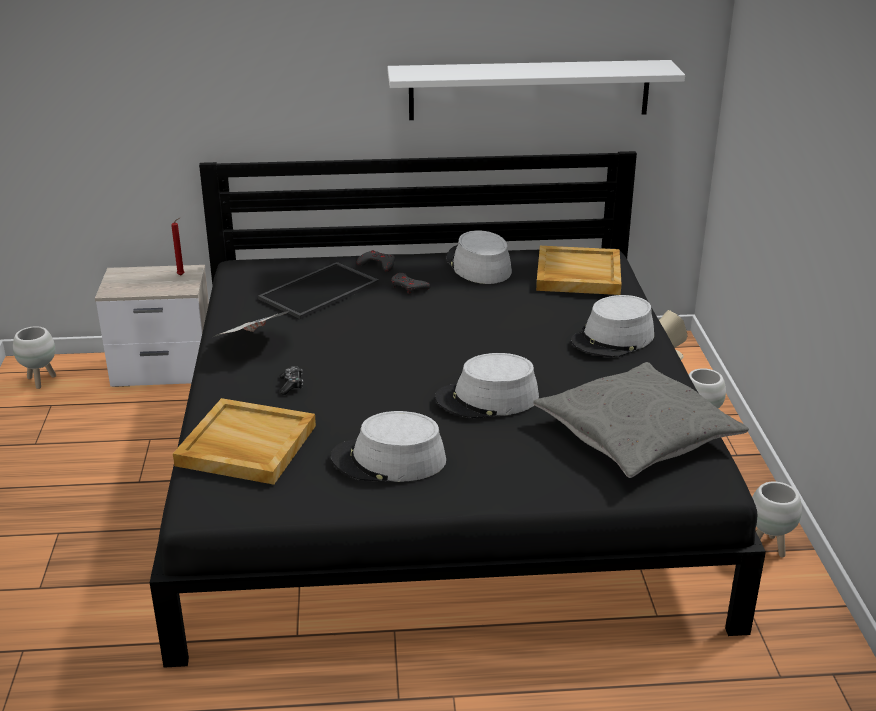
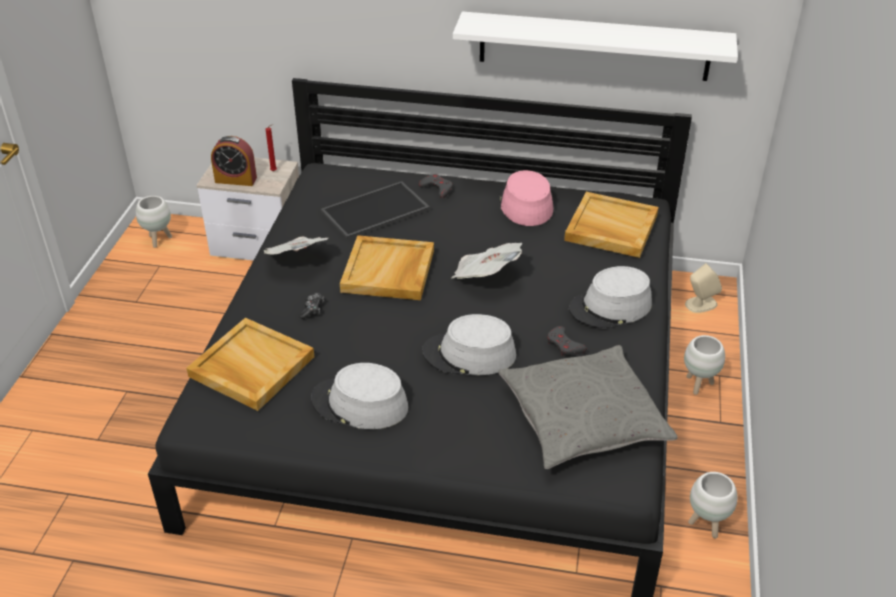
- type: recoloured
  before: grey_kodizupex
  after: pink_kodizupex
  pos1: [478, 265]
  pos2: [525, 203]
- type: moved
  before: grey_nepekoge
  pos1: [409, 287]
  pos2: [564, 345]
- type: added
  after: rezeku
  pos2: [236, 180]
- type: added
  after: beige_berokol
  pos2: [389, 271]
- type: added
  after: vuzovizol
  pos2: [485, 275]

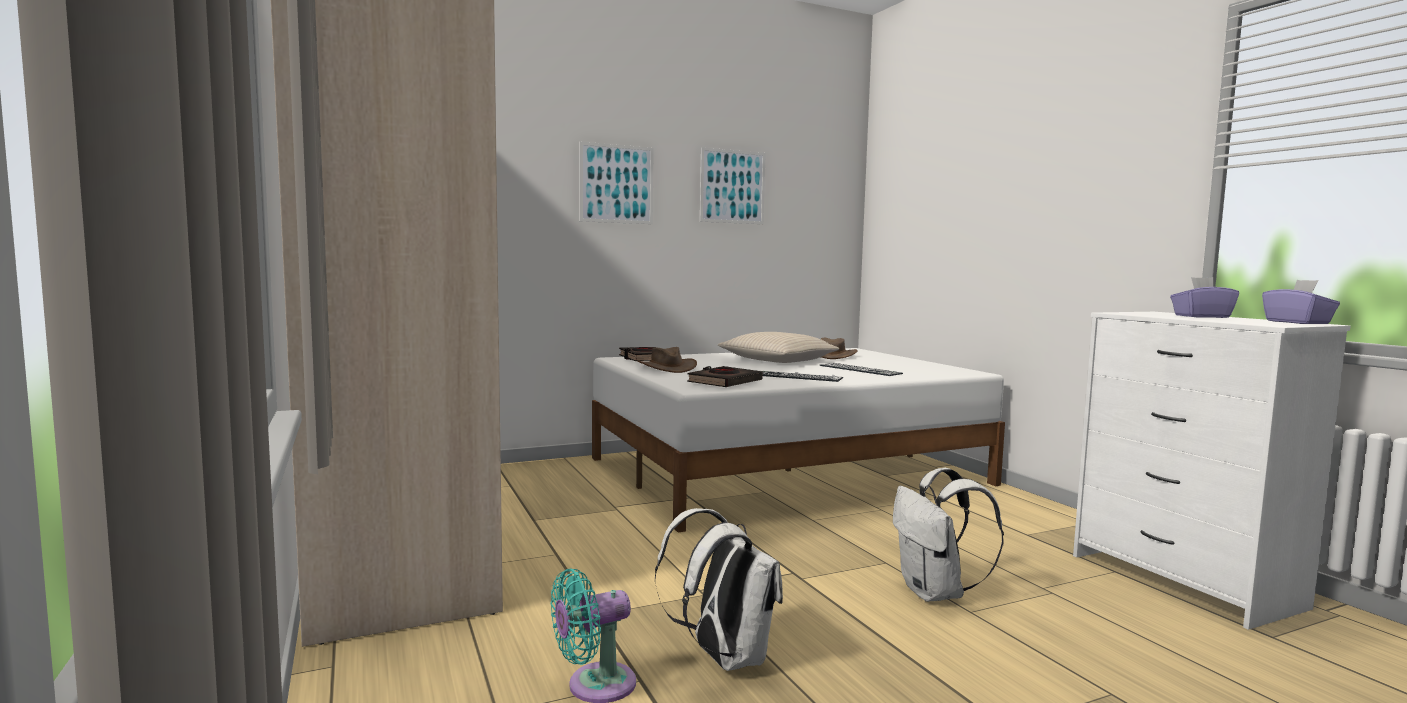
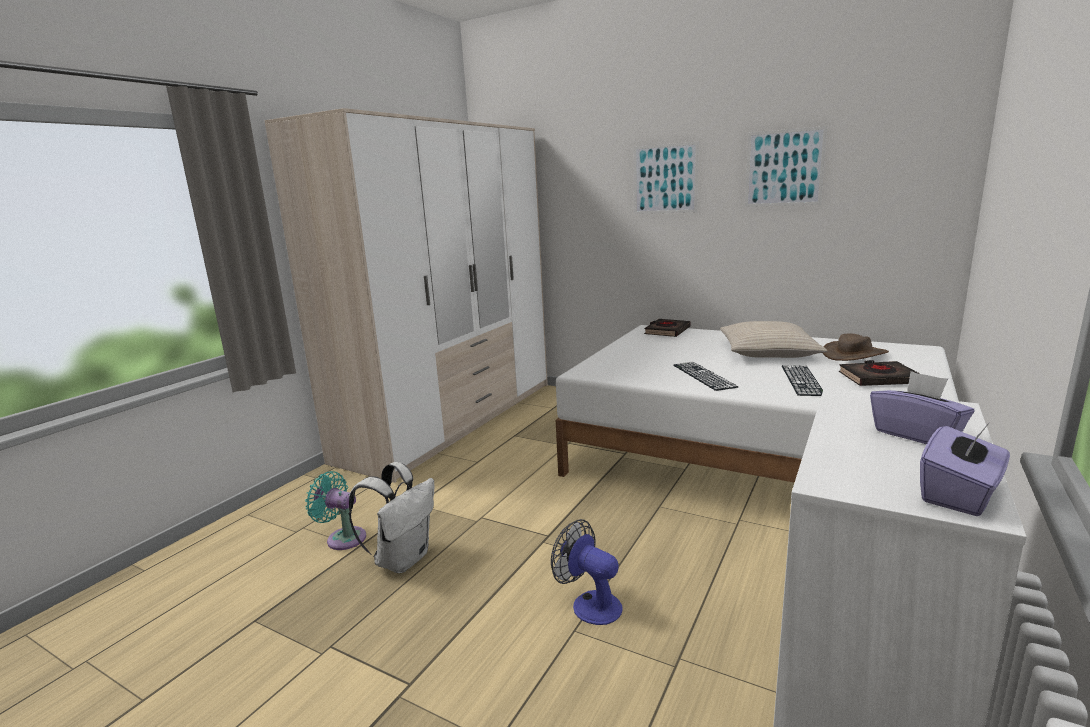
- type: removed
  before: brown_kodizupex
  pos1: [666, 368]
- type: moved
  before: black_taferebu
  pos1: [724, 382]
  pos2: [878, 378]
- type: replaced
  before: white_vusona
  after: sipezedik
  pos1: [935, 593]
  pos2: [589, 604]

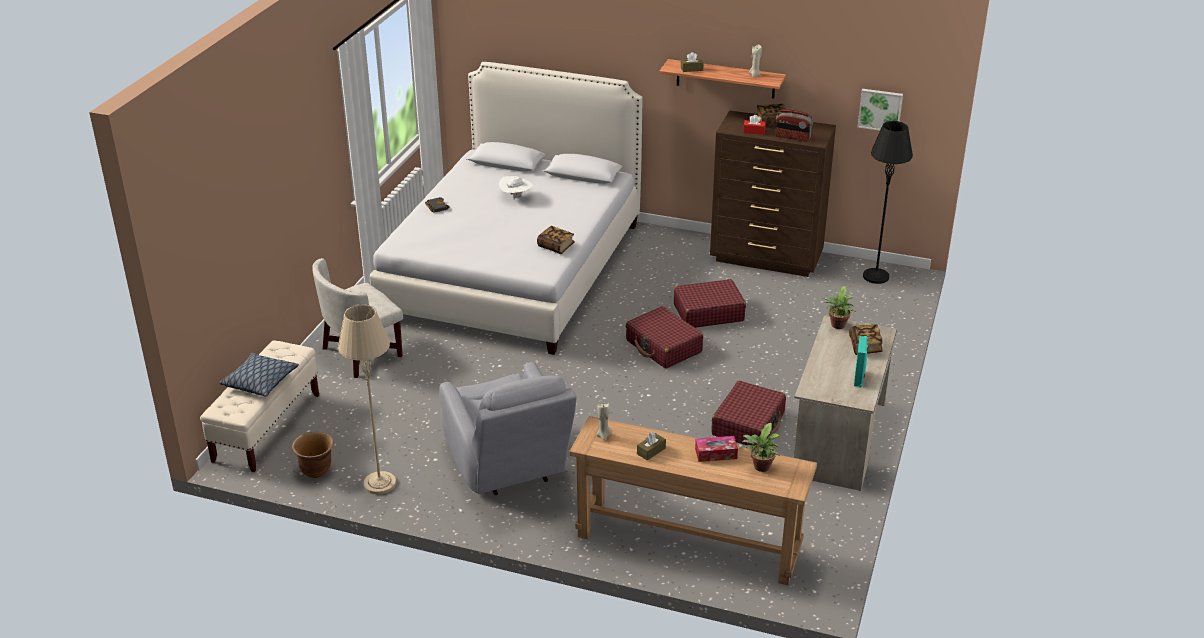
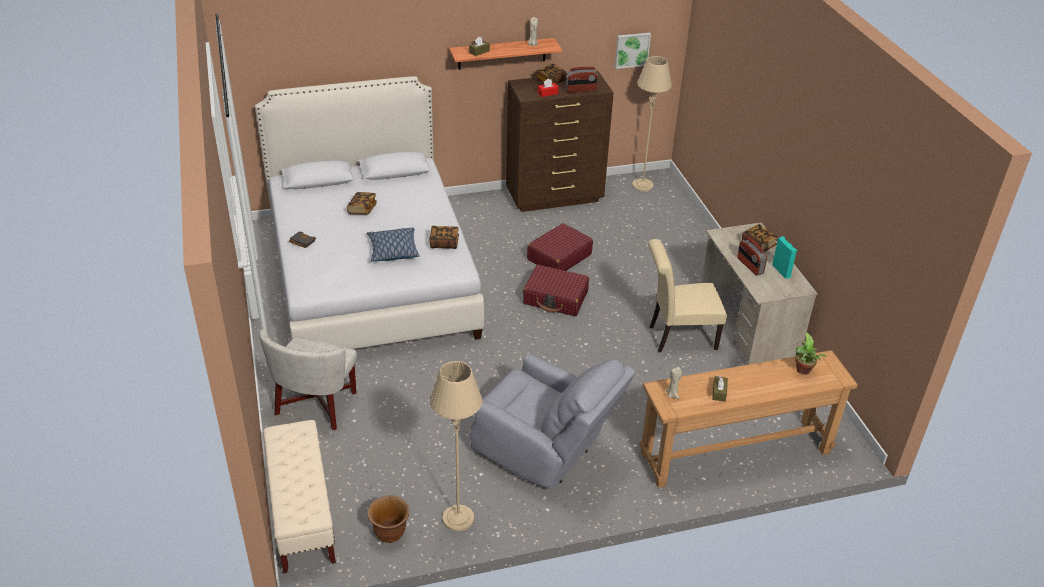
- type: recoloured
  before: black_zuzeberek
  after: beige_zuzeberek
  pos1: [876, 276]
  pos2: [642, 185]
- type: replaced
  before: white_kodizupex
  after: taferebu
  pos1: [516, 197]
  pos2: [362, 209]
- type: removed
  before: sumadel
  pos1: [837, 326]
- type: moved
  before: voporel
  pos1: [260, 381]
  pos2: [393, 250]
- type: replaced
  before: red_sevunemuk
  after: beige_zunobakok
  pos1: [748, 424]
  pos2: [678, 337]
- type: removed
  before: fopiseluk
  pos1: [716, 454]
- type: added
  after: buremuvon
  pos2: [749, 266]

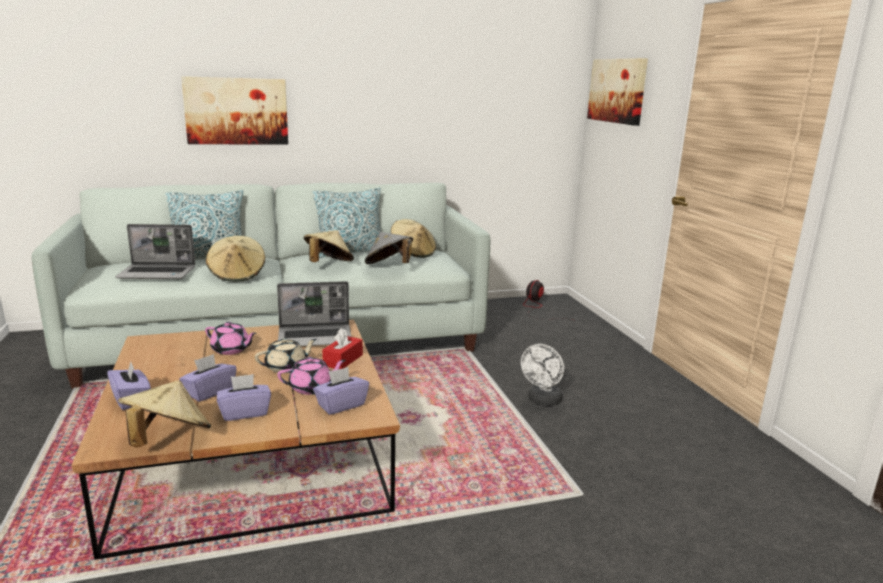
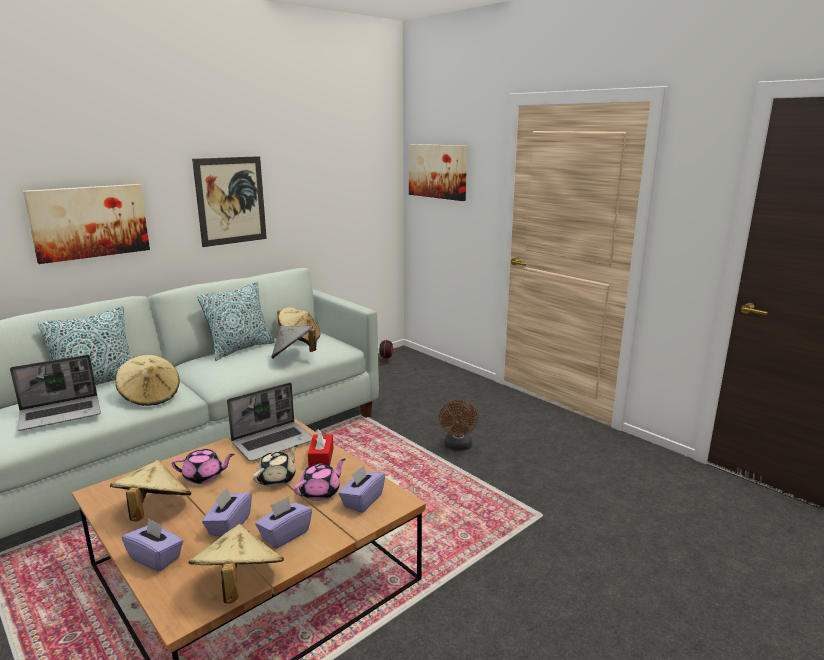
- type: moved
  before: beige_kodizupex
  pos1: [328, 264]
  pos2: [154, 510]
- type: recoloured
  before: white_sipezedik
  after: brown_sipezedik
  pos1: [542, 401]
  pos2: [458, 446]
- type: added
  after: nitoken
  pos2: [231, 201]

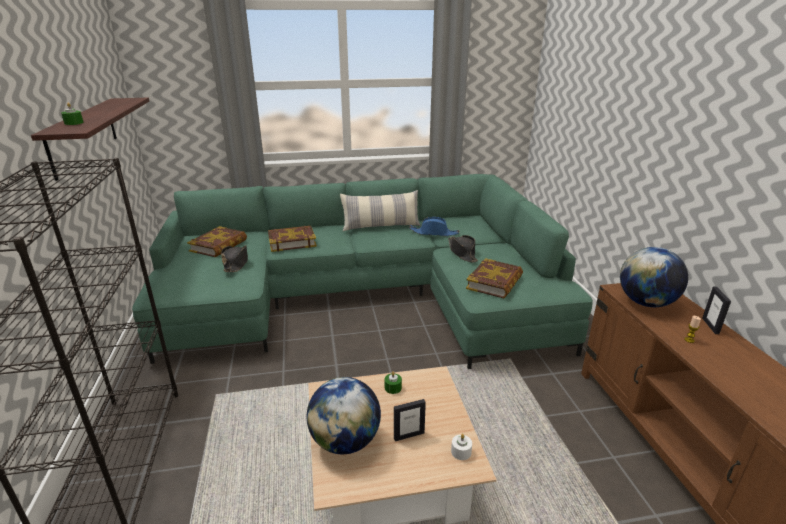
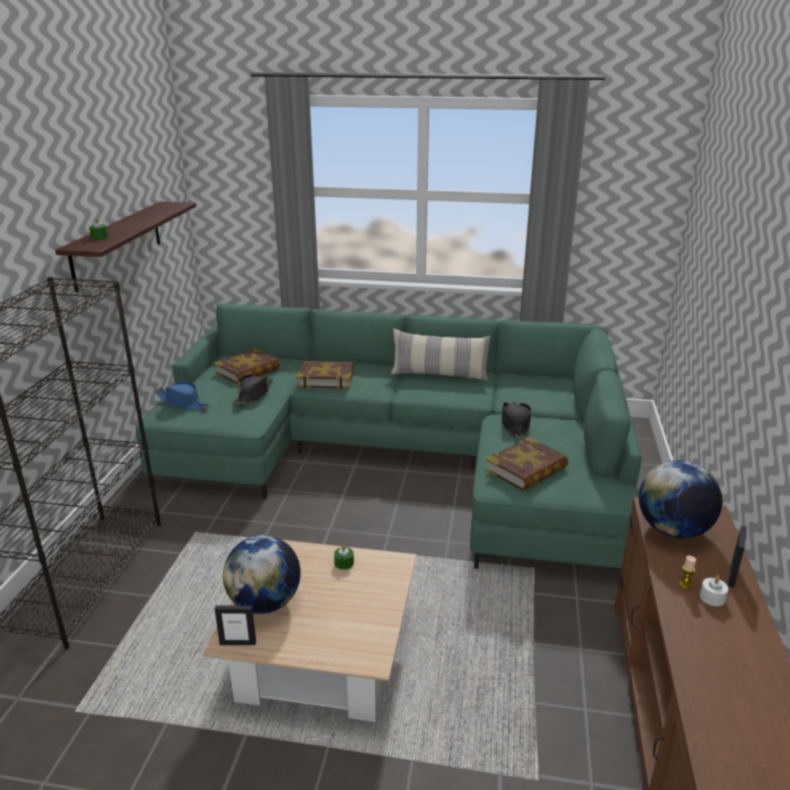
- type: moved
  before: blue_kodizupex
  pos1: [434, 233]
  pos2: [183, 403]
- type: moved
  before: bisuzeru
  pos1: [409, 435]
  pos2: [238, 643]
- type: moved
  before: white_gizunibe
  pos1: [461, 452]
  pos2: [712, 598]

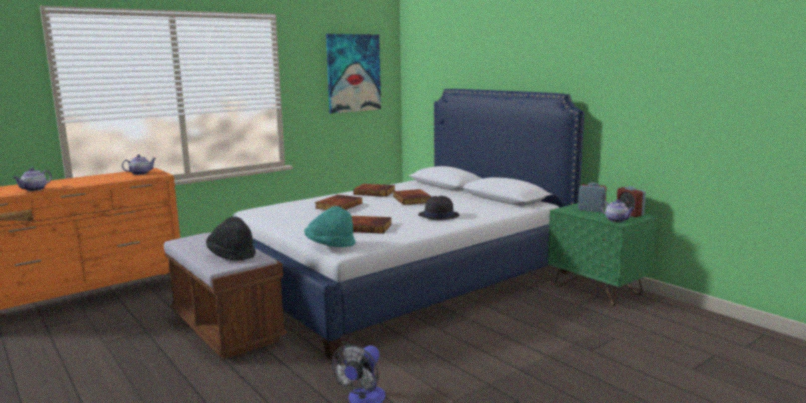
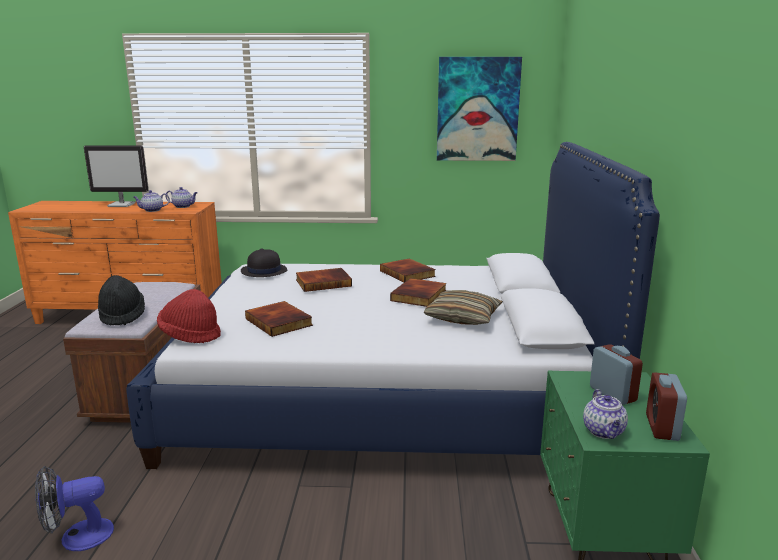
- type: moved
  before: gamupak
  pos1: [34, 189]
  pos2: [152, 210]
- type: moved
  before: black_kodizupex
  pos1: [438, 216]
  pos2: [263, 271]
- type: recoloured
  before: turquoise_kodizupex
  after: red_kodizupex
  pos1: [330, 246]
  pos2: [190, 335]
- type: added
  after: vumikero
  pos2: [122, 205]
- type: added
  after: voporel
  pos2: [463, 317]

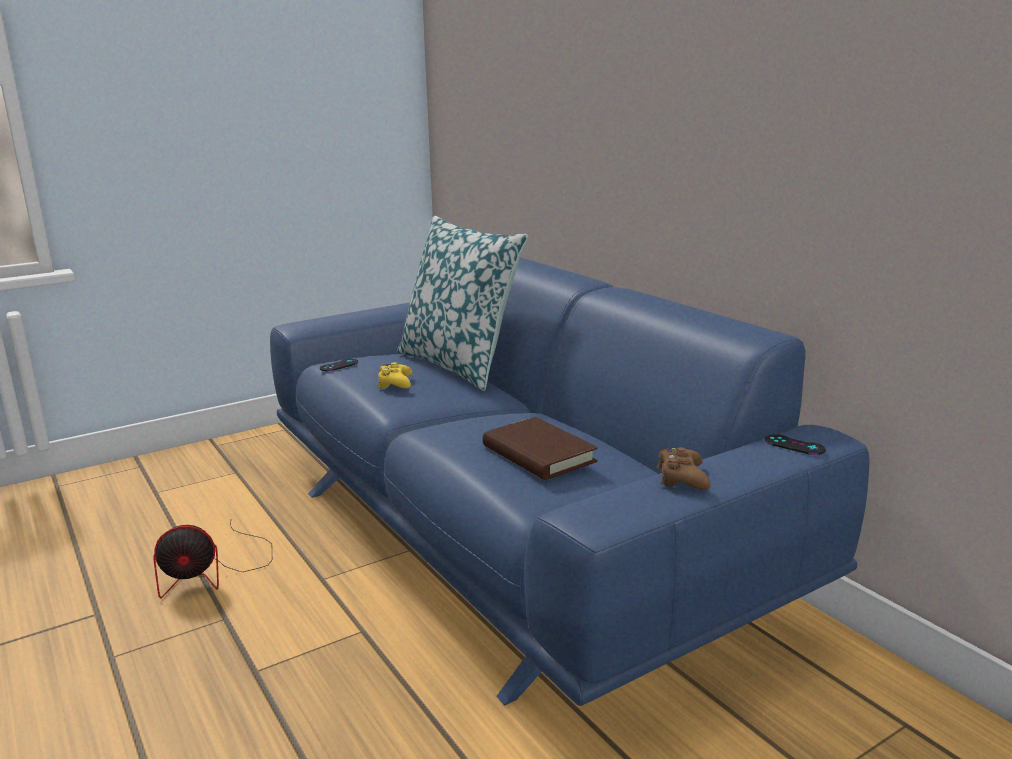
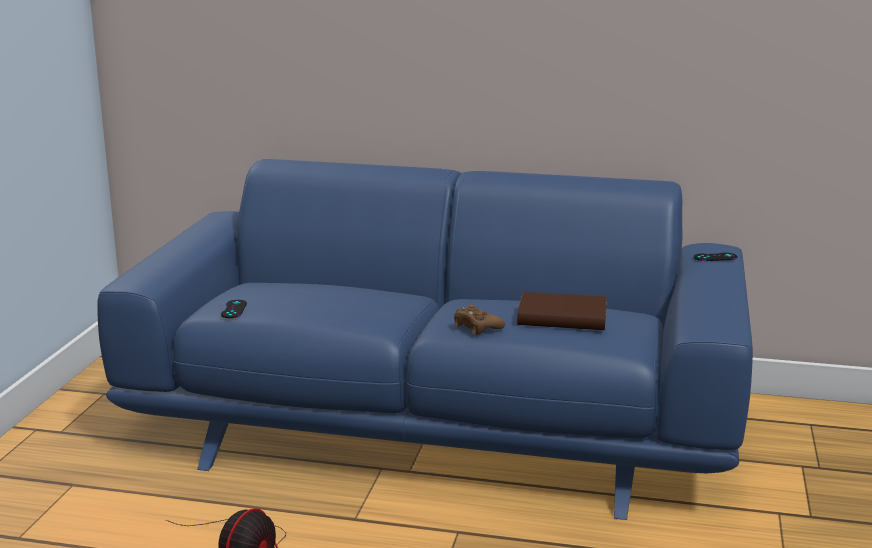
- type: removed
  before: voporel
  pos1: [460, 365]
- type: removed
  before: yellow_nepekoge
  pos1: [395, 383]
- type: moved
  before: brown_nepekoge
  pos1: [682, 478]
  pos2: [476, 327]

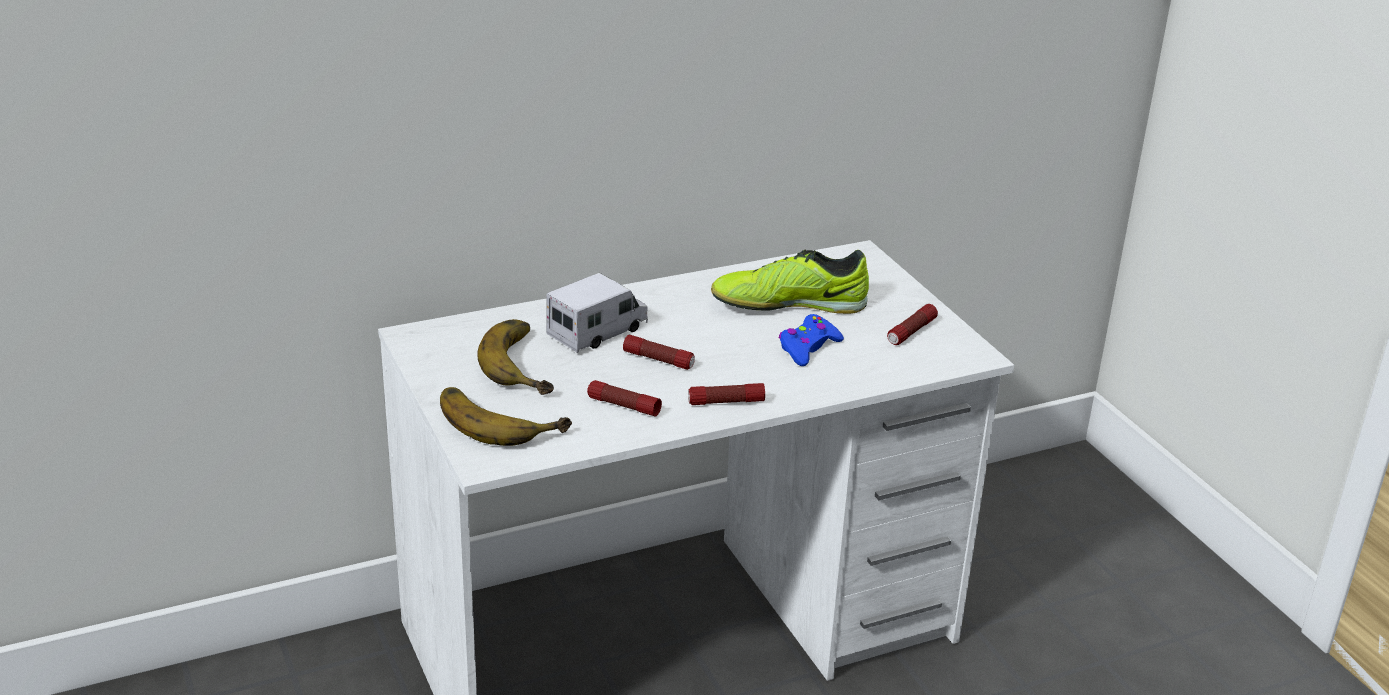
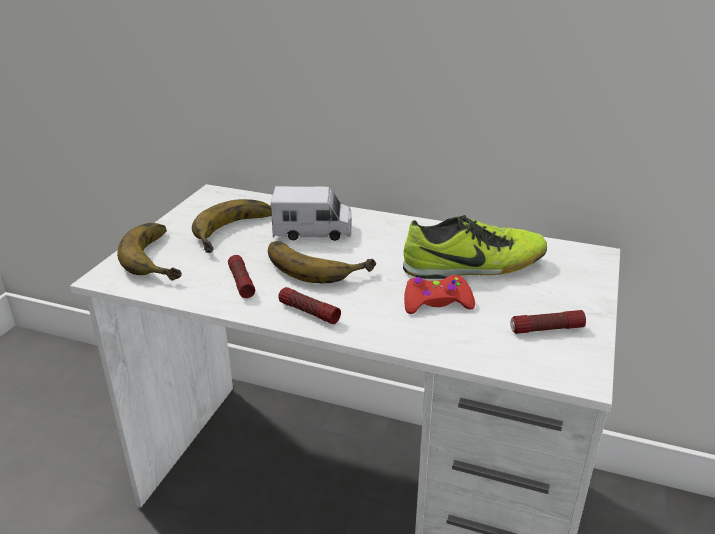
- type: turned
  before: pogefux
  pos1: [789, 304]
  pos2: [474, 267]
  turn: 135
- type: recoloured
  before: blue_nepekoge
  after: red_nepekoge
  pos1: [808, 348]
  pos2: [436, 302]
- type: replaced
  before: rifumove
  after: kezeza
  pos1: [658, 360]
  pos2: [317, 264]

